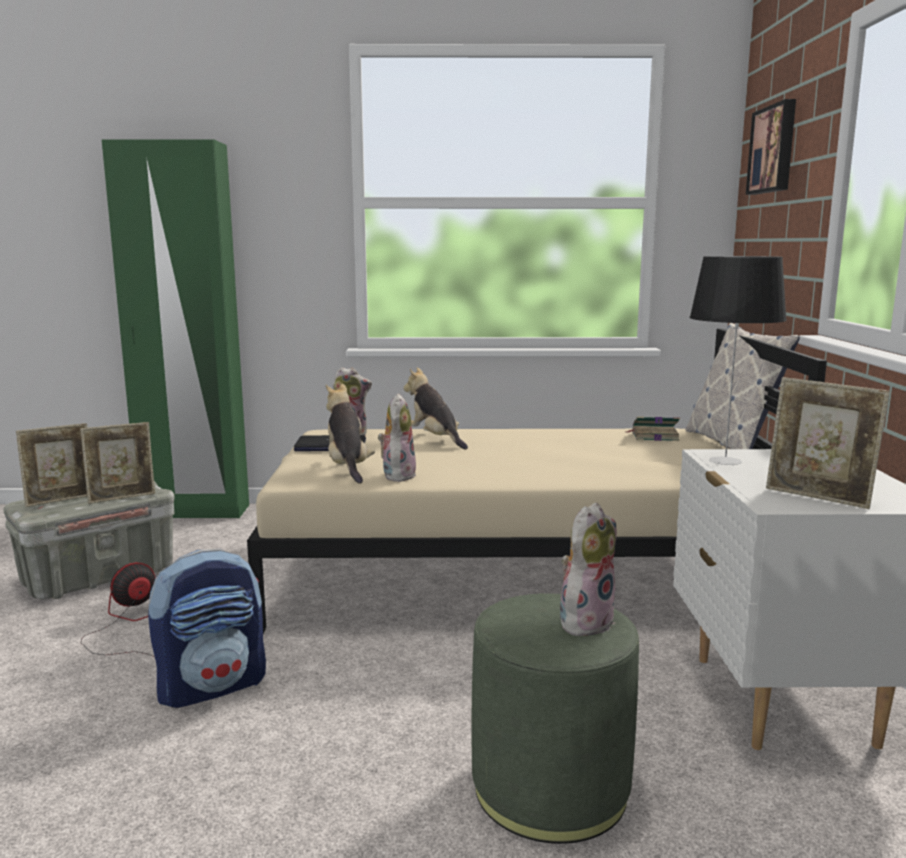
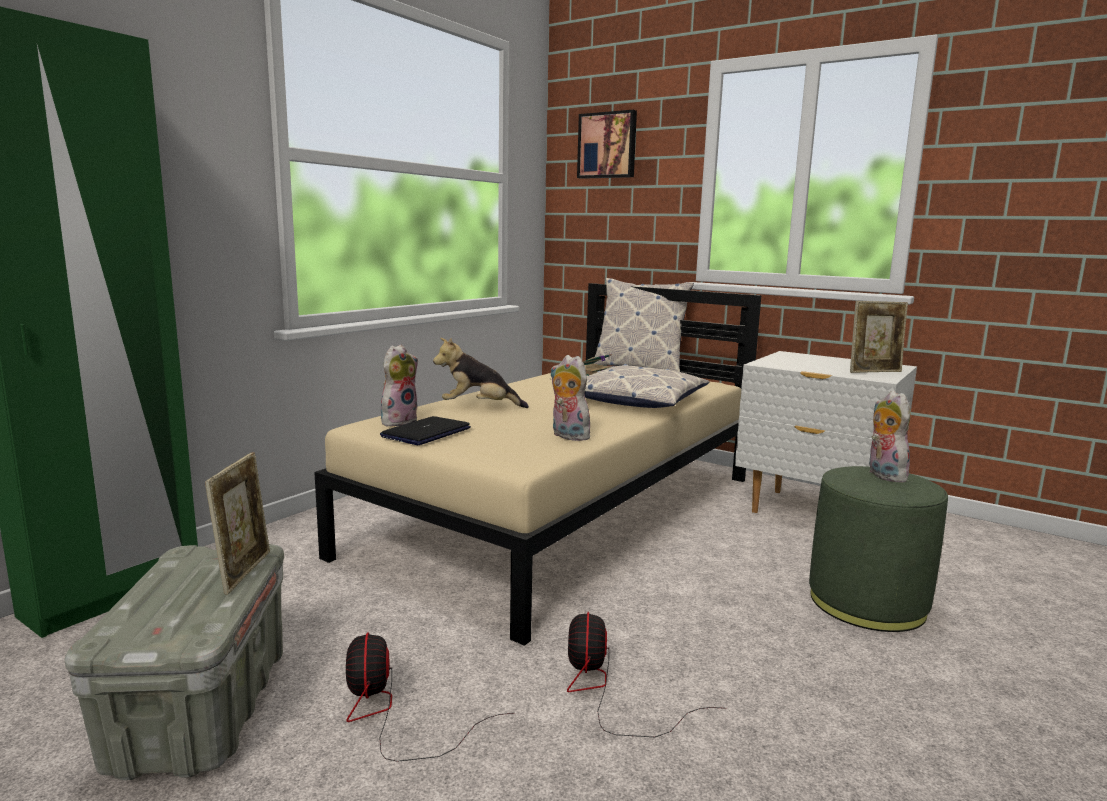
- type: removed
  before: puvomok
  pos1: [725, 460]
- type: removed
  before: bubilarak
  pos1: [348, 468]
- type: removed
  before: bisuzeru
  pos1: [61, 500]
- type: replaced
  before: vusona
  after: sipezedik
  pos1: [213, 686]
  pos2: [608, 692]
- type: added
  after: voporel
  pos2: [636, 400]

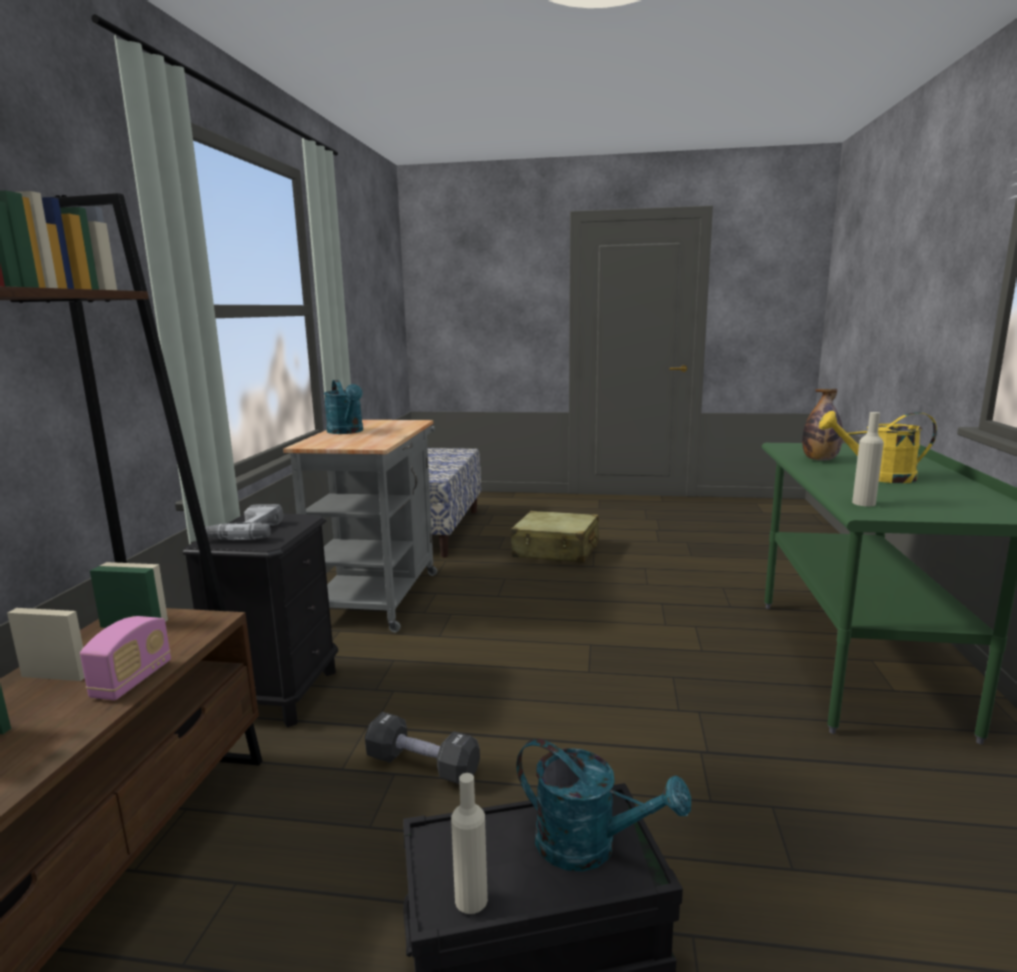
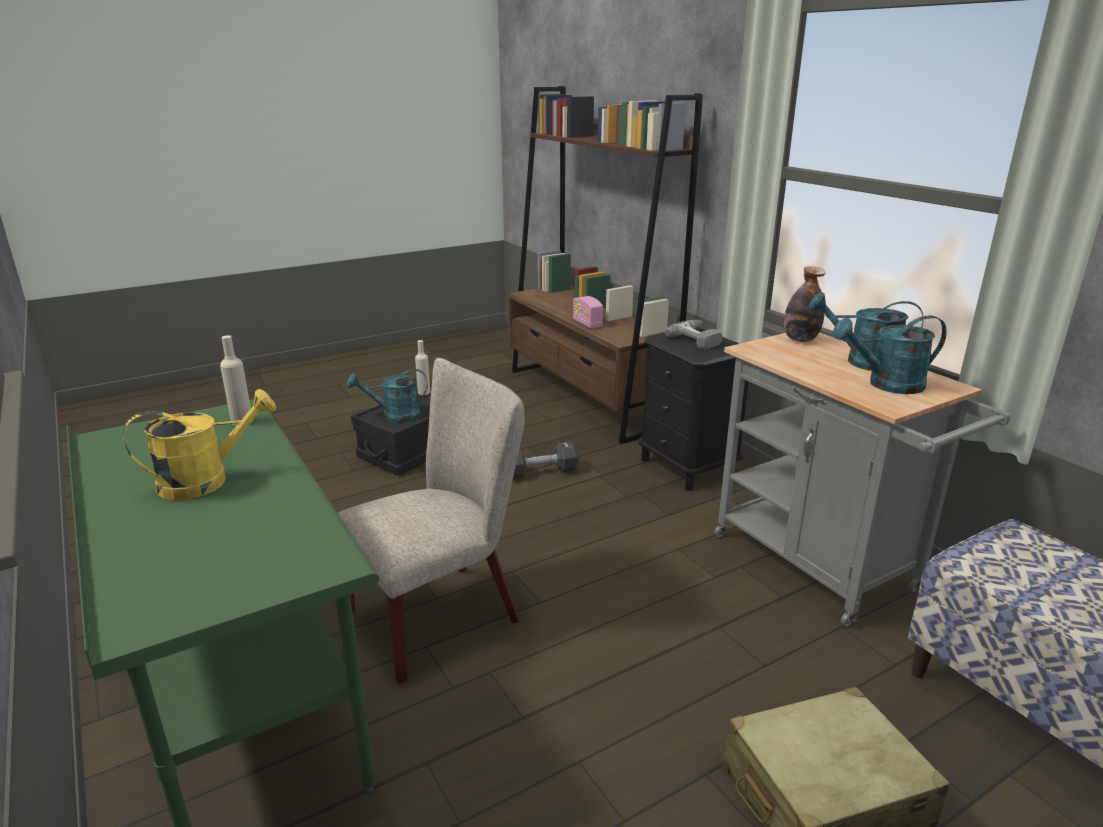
- type: moved
  before: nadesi
  pos1: [820, 460]
  pos2: [800, 339]
- type: added
  after: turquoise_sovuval
  pos2: [886, 385]
- type: added
  after: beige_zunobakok
  pos2: [443, 613]

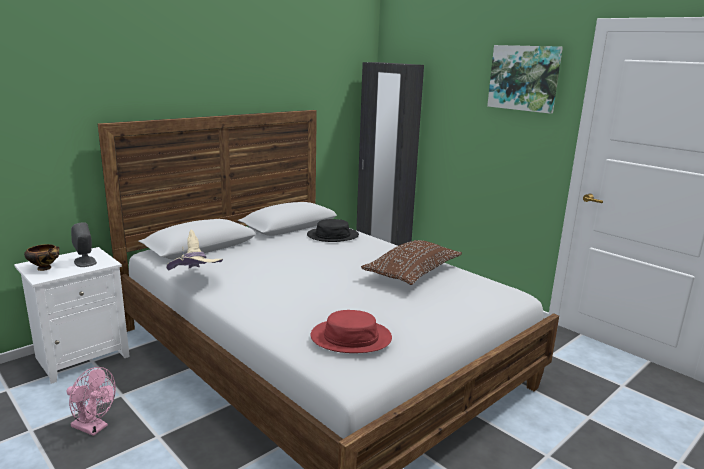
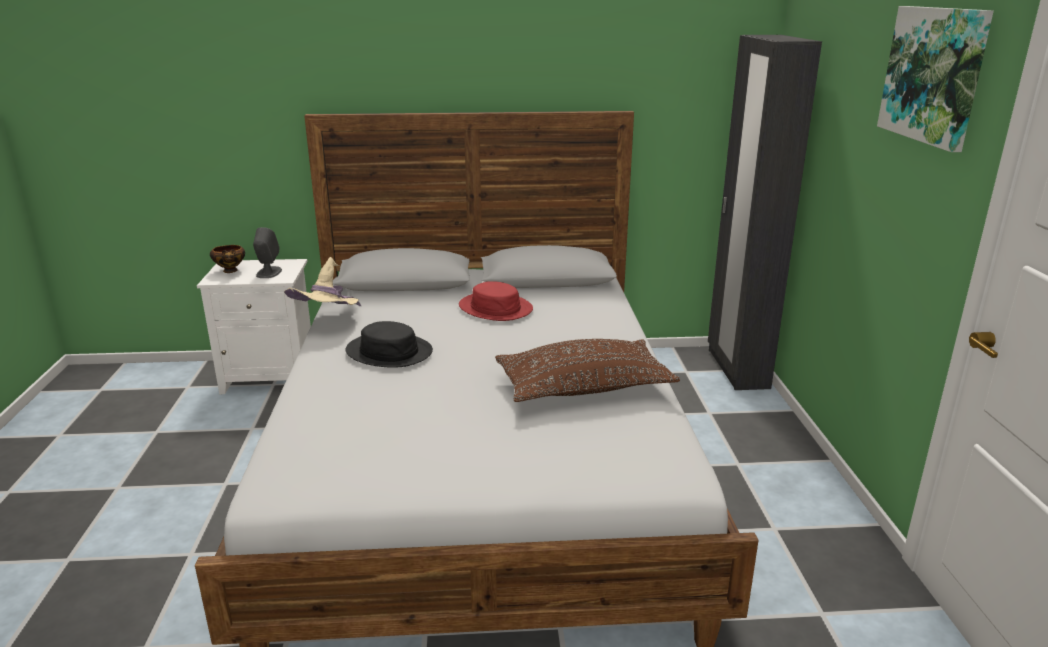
- type: moved
  before: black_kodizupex
  pos1: [332, 235]
  pos2: [389, 352]
- type: moved
  before: red_kodizupex
  pos1: [351, 337]
  pos2: [495, 308]
- type: removed
  before: pink_sipezedik
  pos1: [94, 428]

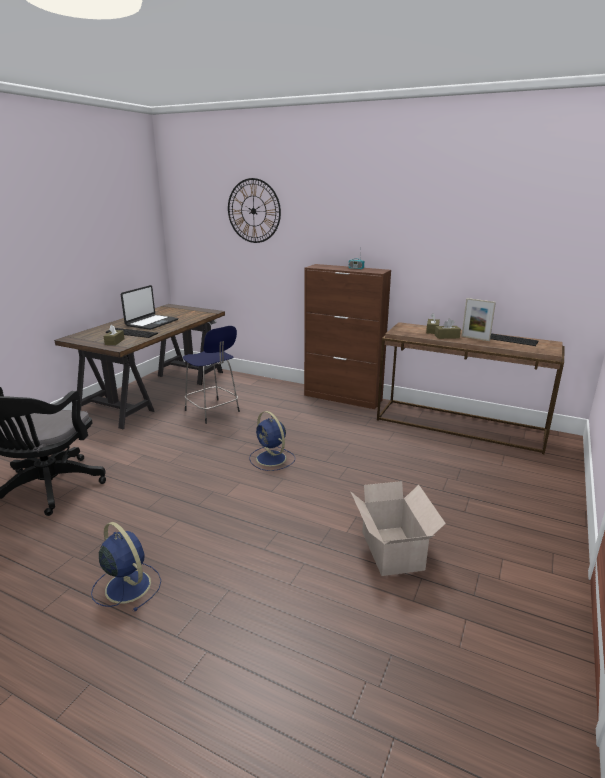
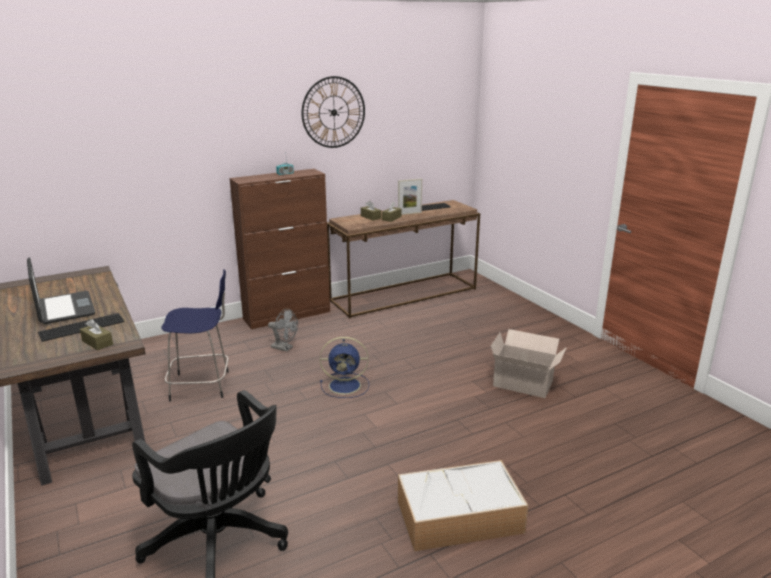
- type: moved
  before: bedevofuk
  pos1: [253, 211]
  pos2: [333, 112]
- type: replaced
  before: blue_sipezedik
  after: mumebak
  pos1: [127, 585]
  pos2: [457, 517]
- type: added
  after: grey_sipezedik
  pos2: [285, 348]

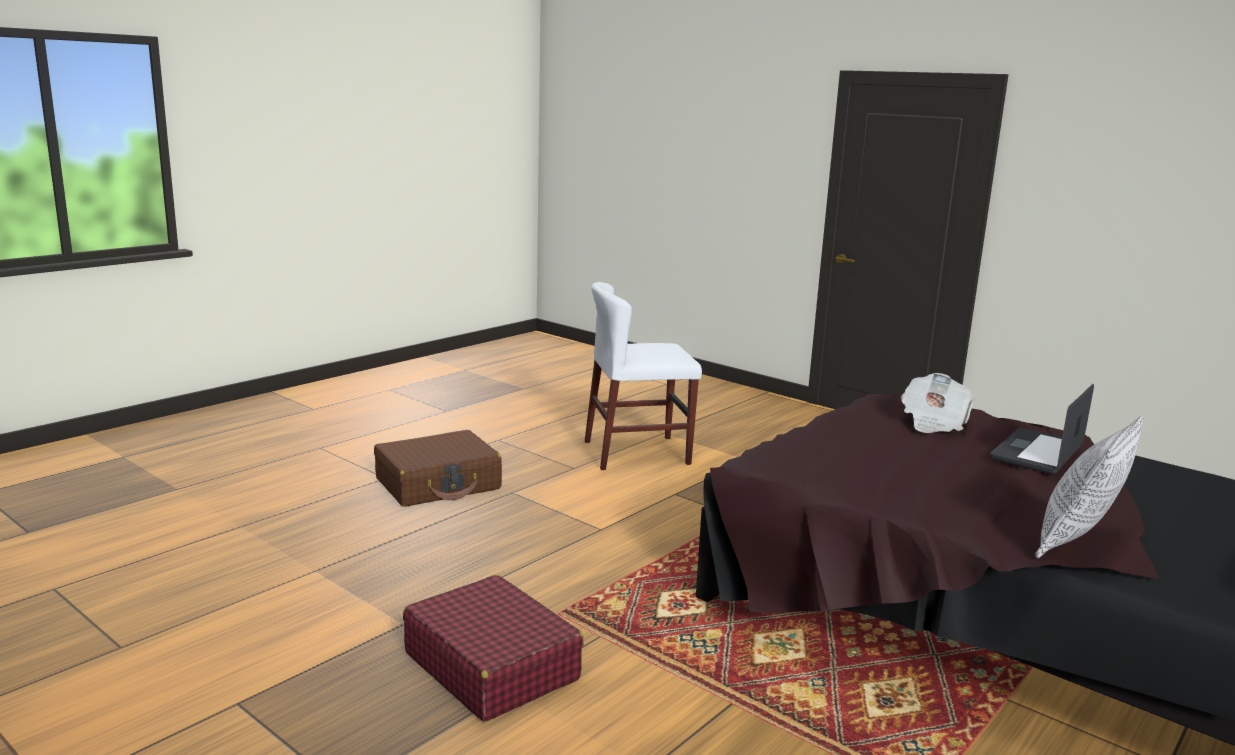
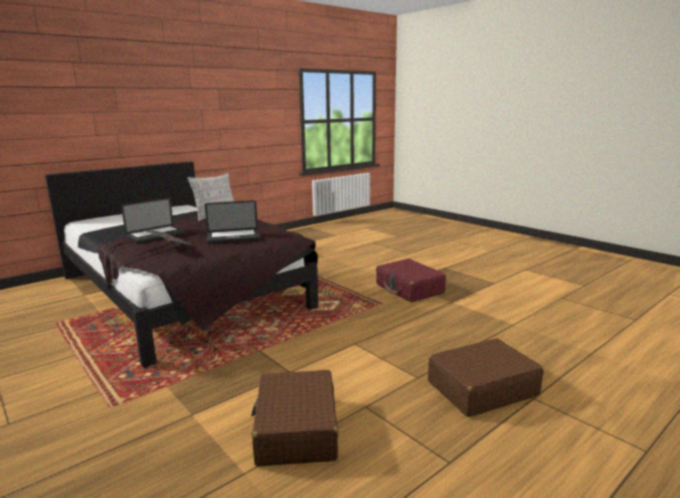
- type: replaced
  before: white_zunobakok
  after: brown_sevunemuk
  pos1: [637, 452]
  pos2: [296, 430]
- type: added
  after: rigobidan
  pos2: [233, 237]

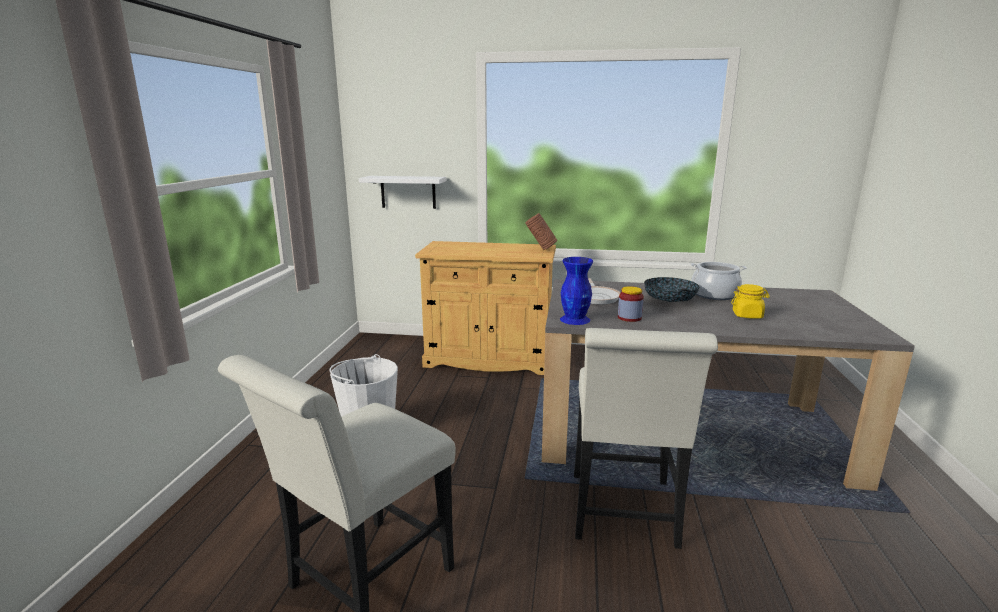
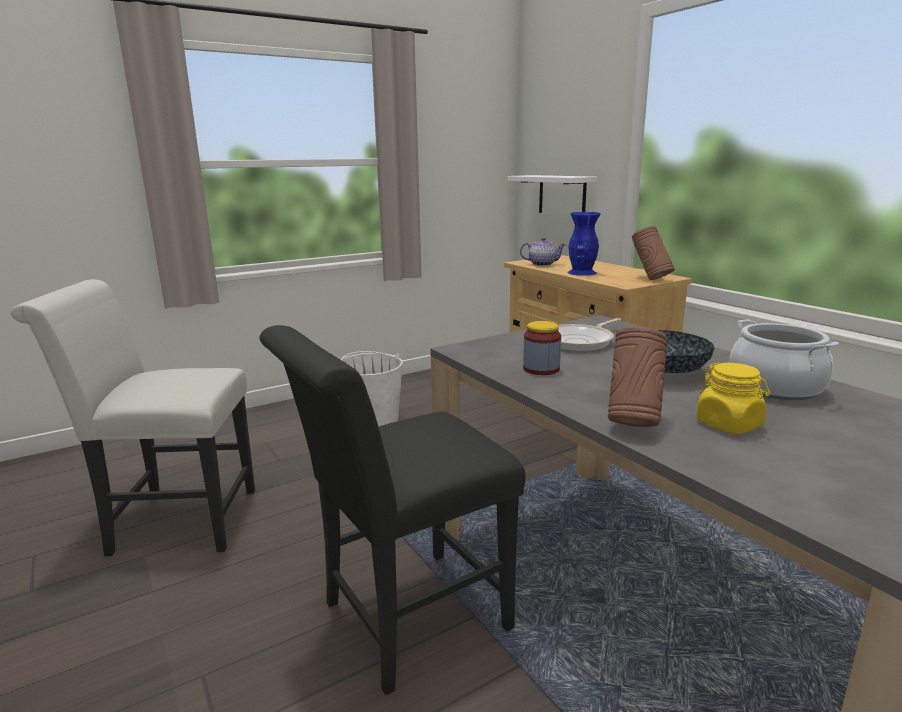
- type: moved
  before: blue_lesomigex
  pos1: [575, 319]
  pos2: [582, 273]
- type: recoloured
  before: white_zunobakok
  after: black_zunobakok
  pos1: [623, 516]
  pos2: [404, 621]
- type: added
  after: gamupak
  pos2: [542, 264]
- type: added
  after: brown_lesomigex
  pos2: [633, 422]

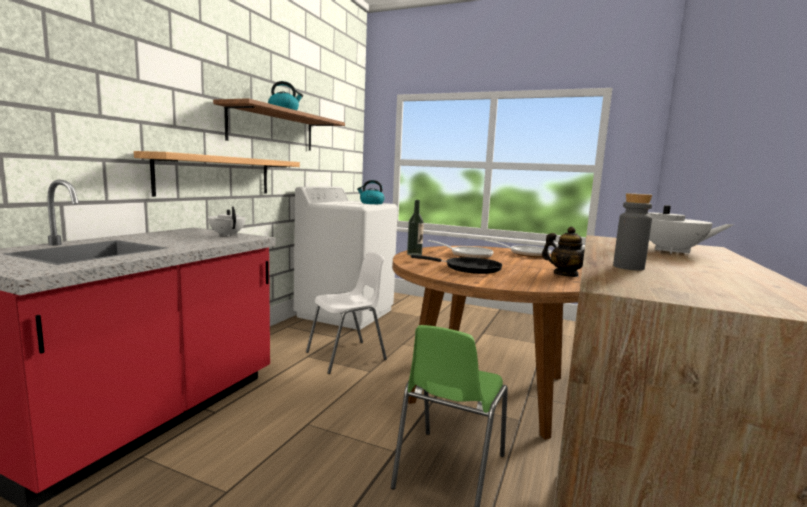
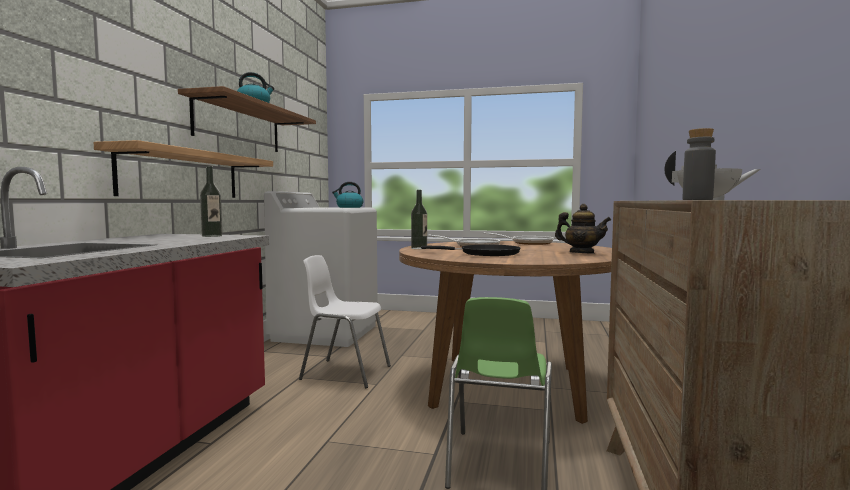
- type: replaced
  before: white_gamupak
  after: nadesi
  pos1: [227, 235]
  pos2: [212, 236]
- type: turned
  before: white_zunobakok
  pos1: [347, 356]
  pos2: [345, 373]
  turn: -120

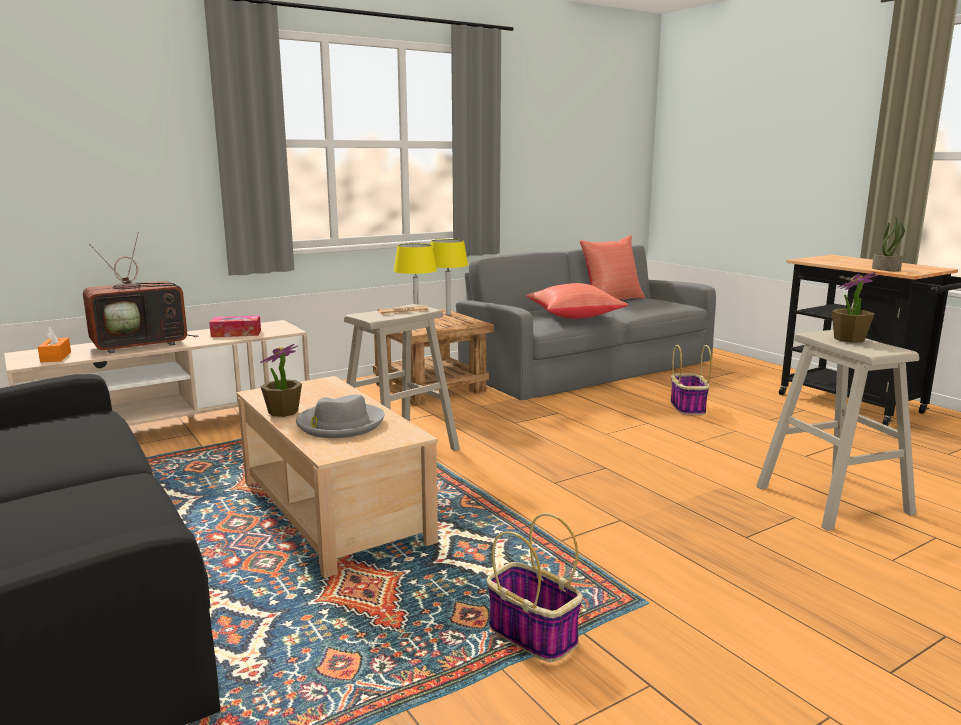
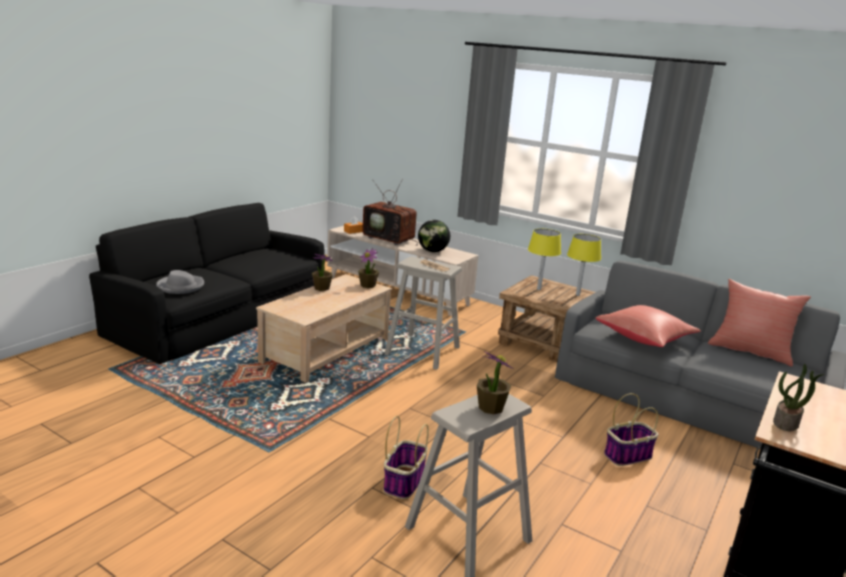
- type: replaced
  before: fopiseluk
  after: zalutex
  pos1: [236, 333]
  pos2: [432, 251]
- type: moved
  before: grey_kodizupex
  pos1: [340, 424]
  pos2: [180, 286]
- type: moved
  before: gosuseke
  pos1: [530, 634]
  pos2: [404, 481]
- type: added
  after: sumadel
  pos2: [368, 285]

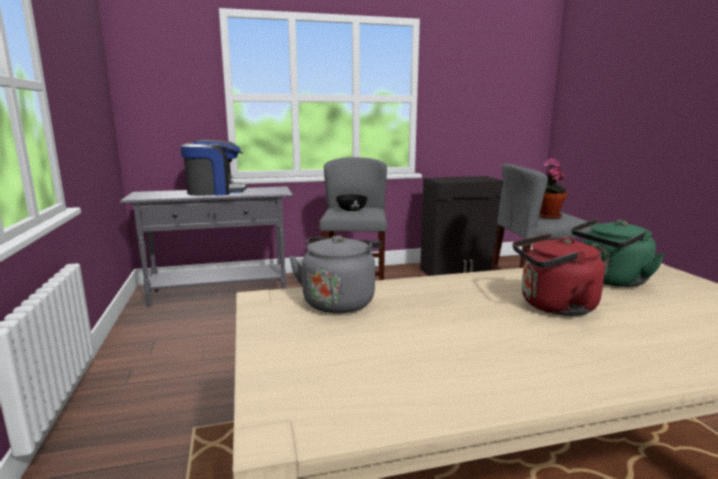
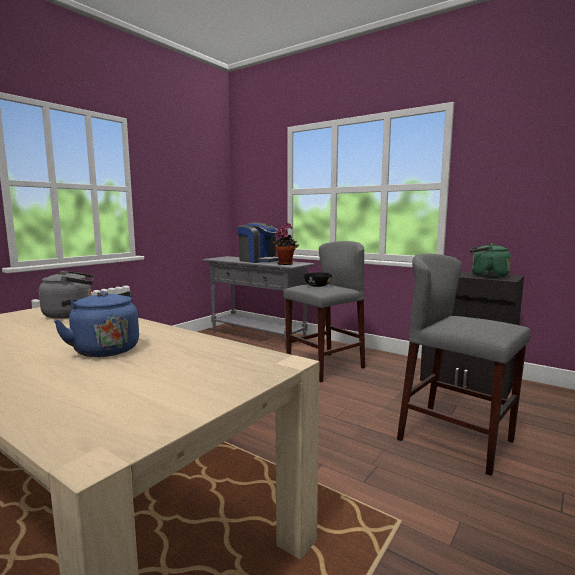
- type: moved
  before: sumadel
  pos1: [547, 216]
  pos2: [285, 263]
- type: moved
  before: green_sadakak
  pos1: [610, 281]
  pos2: [486, 276]
- type: recoloured
  before: red_sadakak
  after: blue_sadakak
  pos1: [553, 306]
  pos2: [104, 349]

